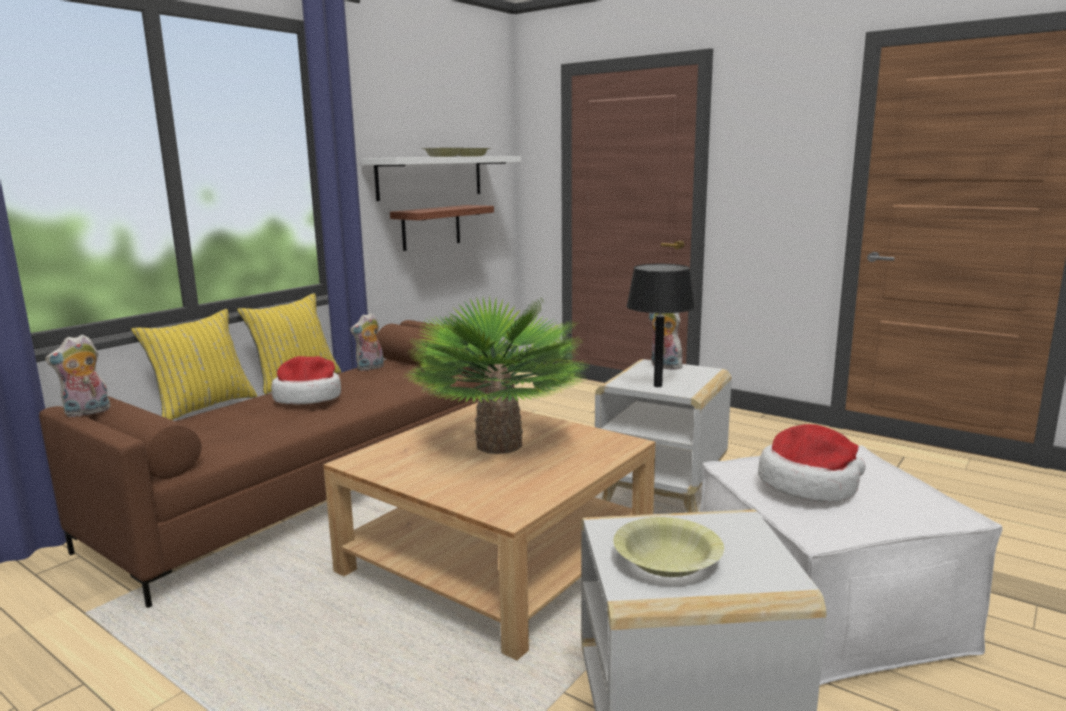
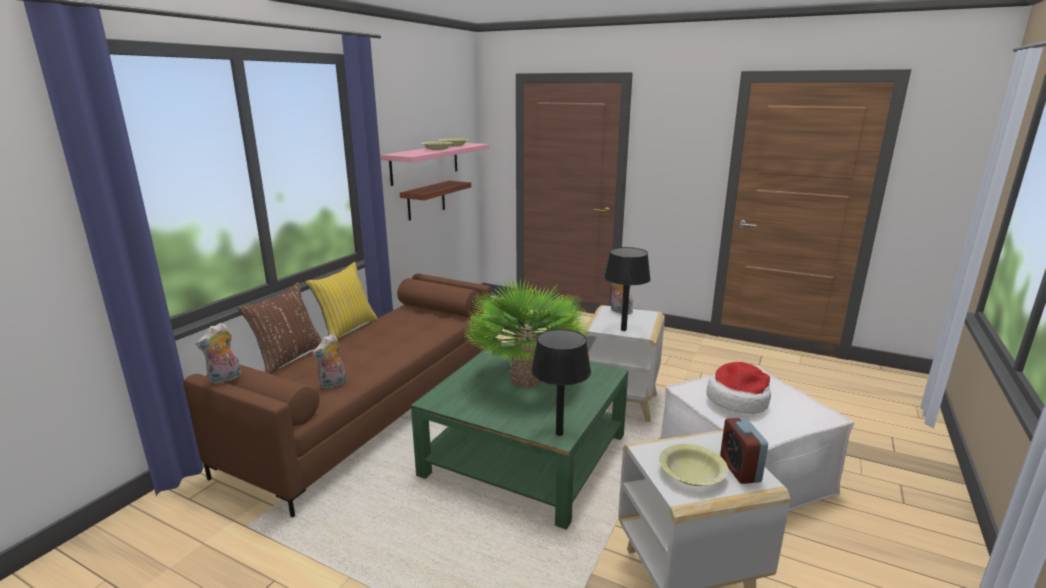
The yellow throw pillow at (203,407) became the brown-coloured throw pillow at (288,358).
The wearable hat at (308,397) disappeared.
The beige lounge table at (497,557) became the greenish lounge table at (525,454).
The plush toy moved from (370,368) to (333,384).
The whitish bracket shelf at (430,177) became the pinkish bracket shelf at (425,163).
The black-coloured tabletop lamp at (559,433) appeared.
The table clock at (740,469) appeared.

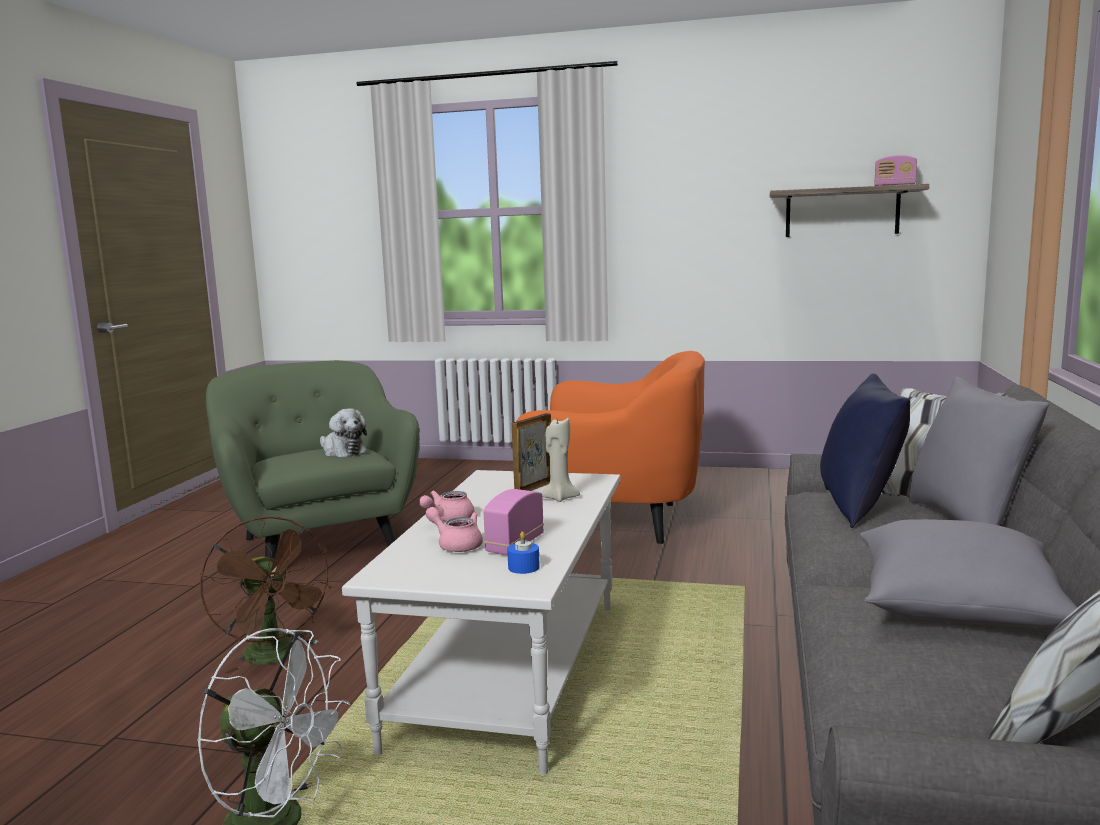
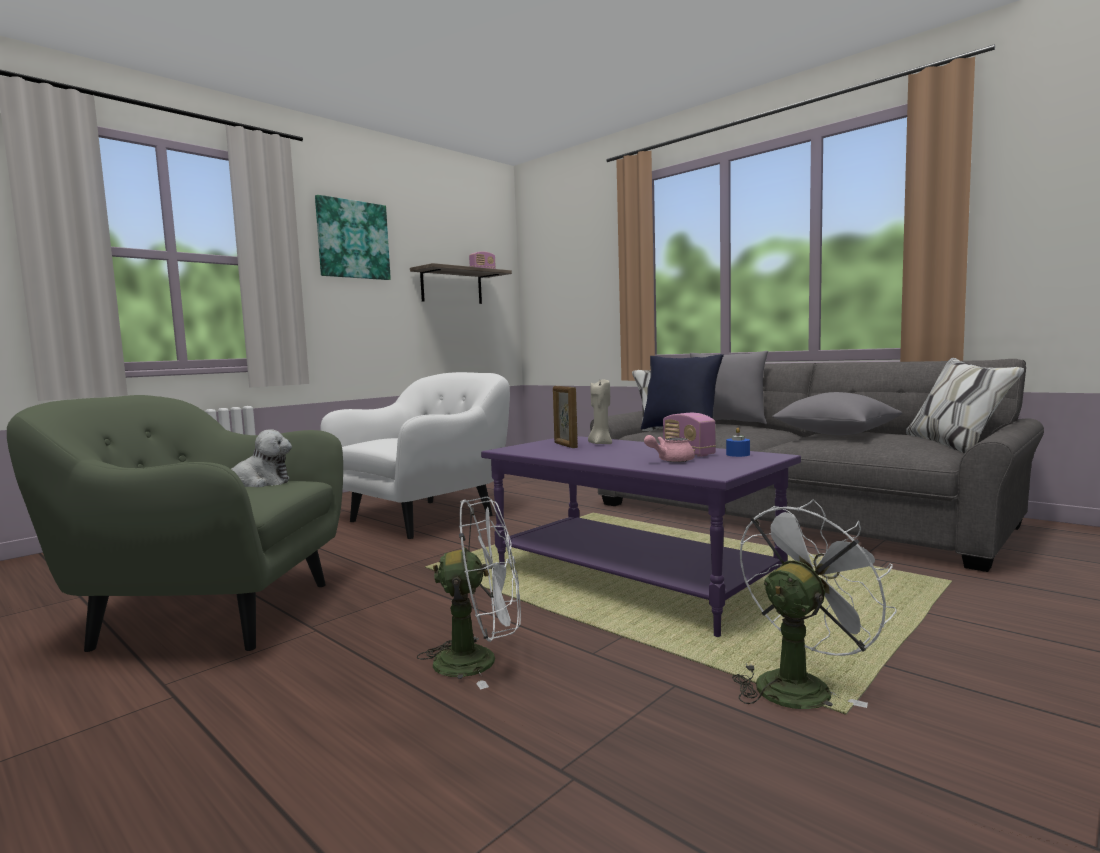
The brown-coloured fan at (277,657) became the whitish fan at (480,661).
The whitish lounge table at (513,673) became the purple-coloured lounge table at (634,580).
The pinkish teapot at (448,519) disappeared.
The orange-coloured easy chair at (615,520) became the whitish easy chair at (426,517).
The picture at (352,240) appeared.

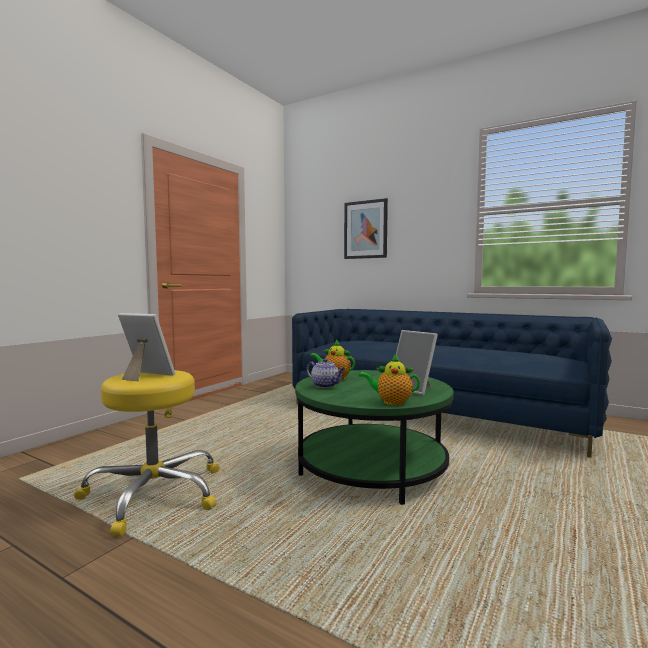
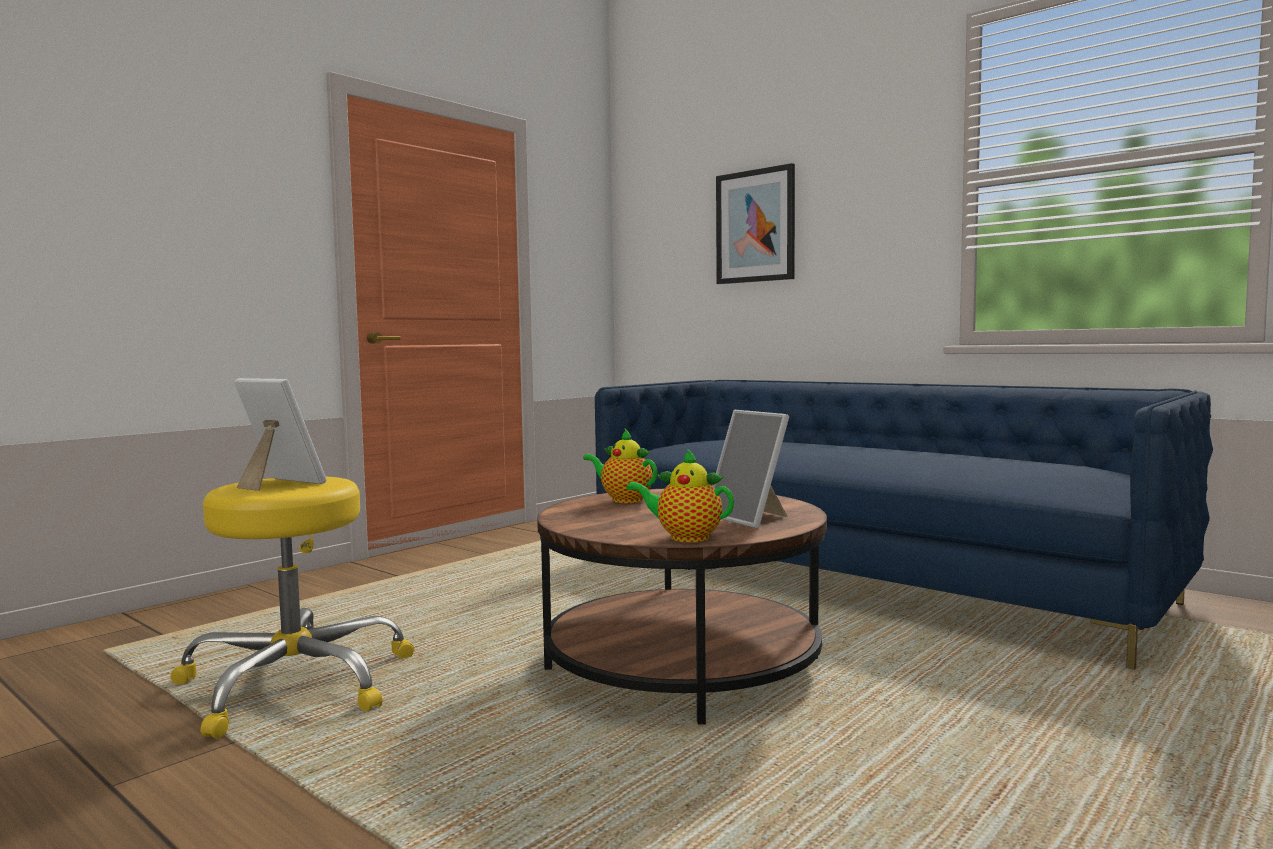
The greenish lounge table at (372,468) became the brown-coloured lounge table at (682,665).
The teapot at (326,385) disappeared.

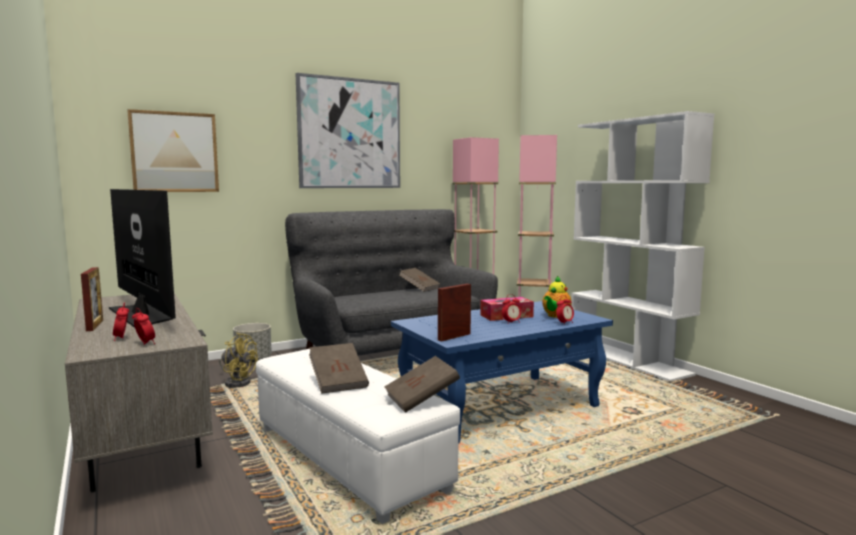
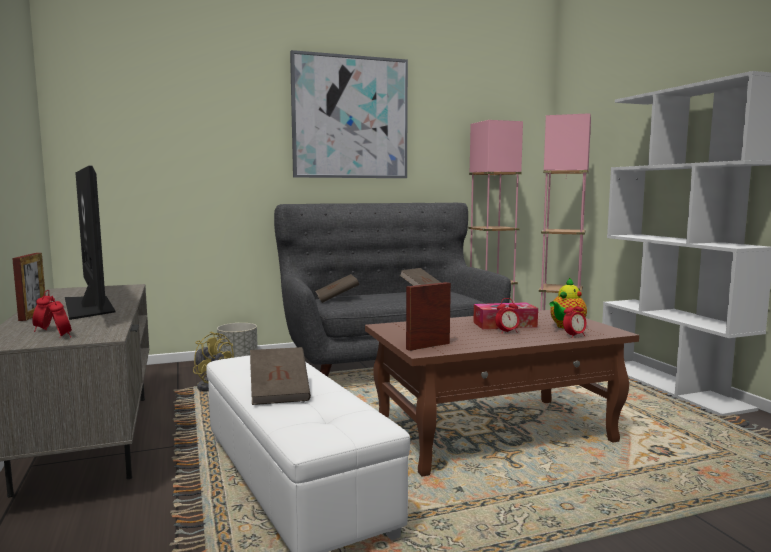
The picture at (174,152) disappeared.
The brown-coloured book moved from (421,399) to (337,299).
The blue-coloured lounge table at (501,406) became the brown-coloured lounge table at (495,433).

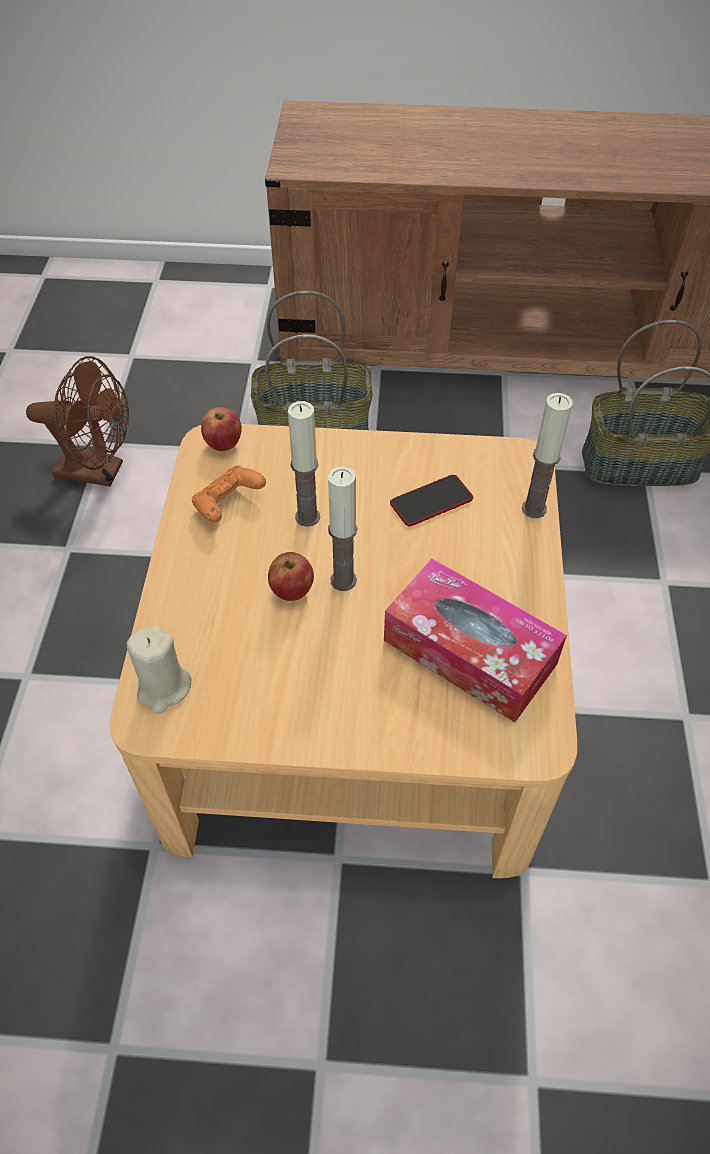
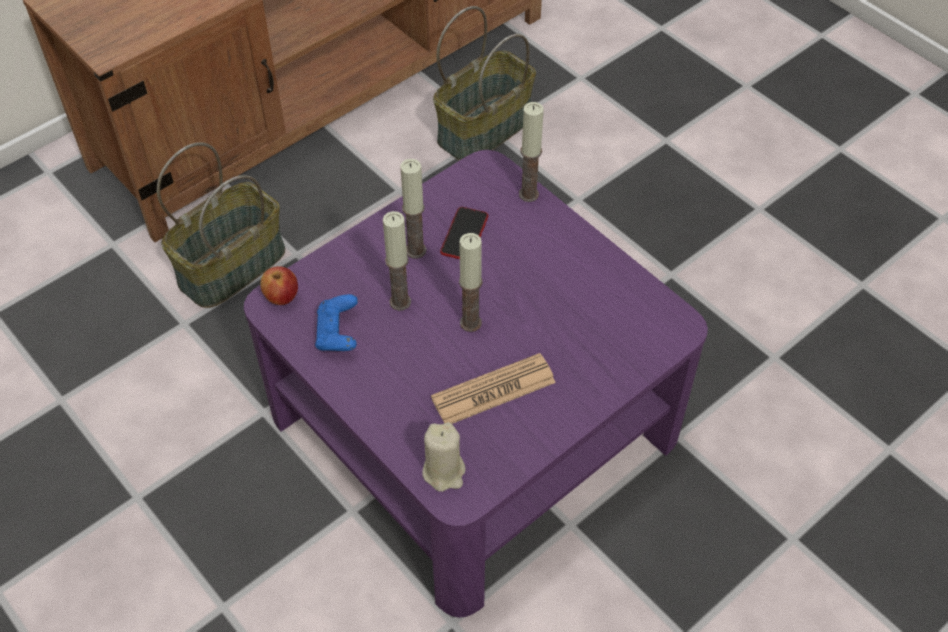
The brown-coloured fan at (99,471) disappeared.
The beige lounge table at (352,701) became the purple-coloured lounge table at (473,426).
The orange-coloured gamepad at (228,504) became the blue-coloured gamepad at (338,334).
The whole apple at (292,590) disappeared.
The tissue box at (469,652) disappeared.
The wax light at (416,250) appeared.
The newspaper at (493,390) appeared.

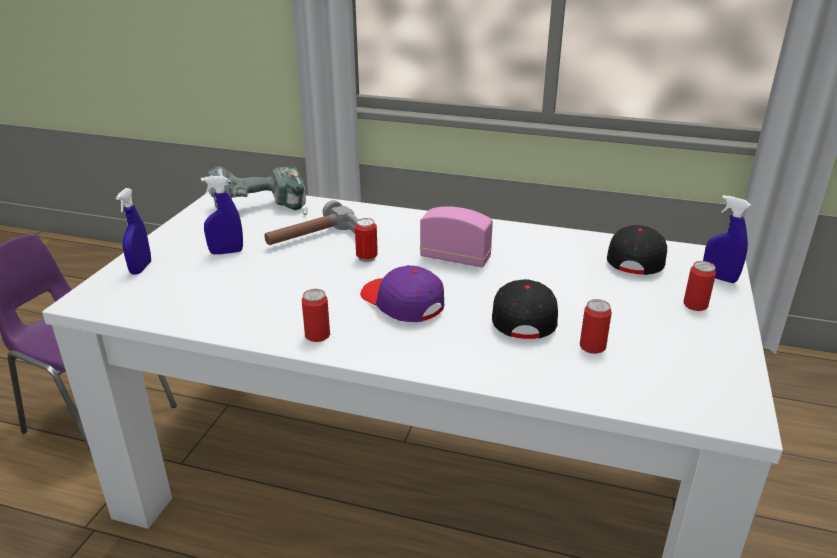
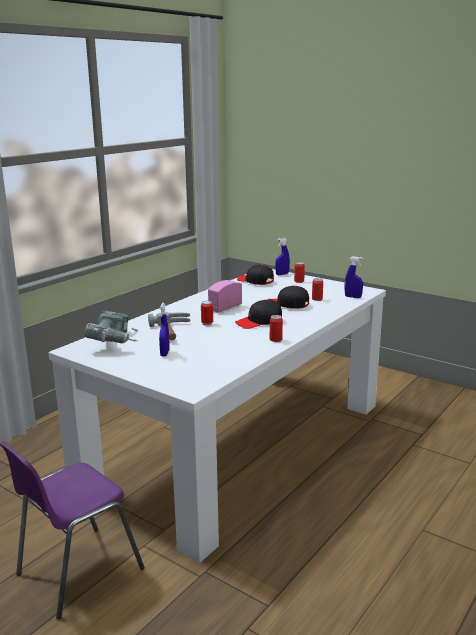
The blue-coloured spray bottle moved from (141,268) to (353,297).
The purple-coloured baseball cap at (402,303) became the black-coloured baseball cap at (259,322).

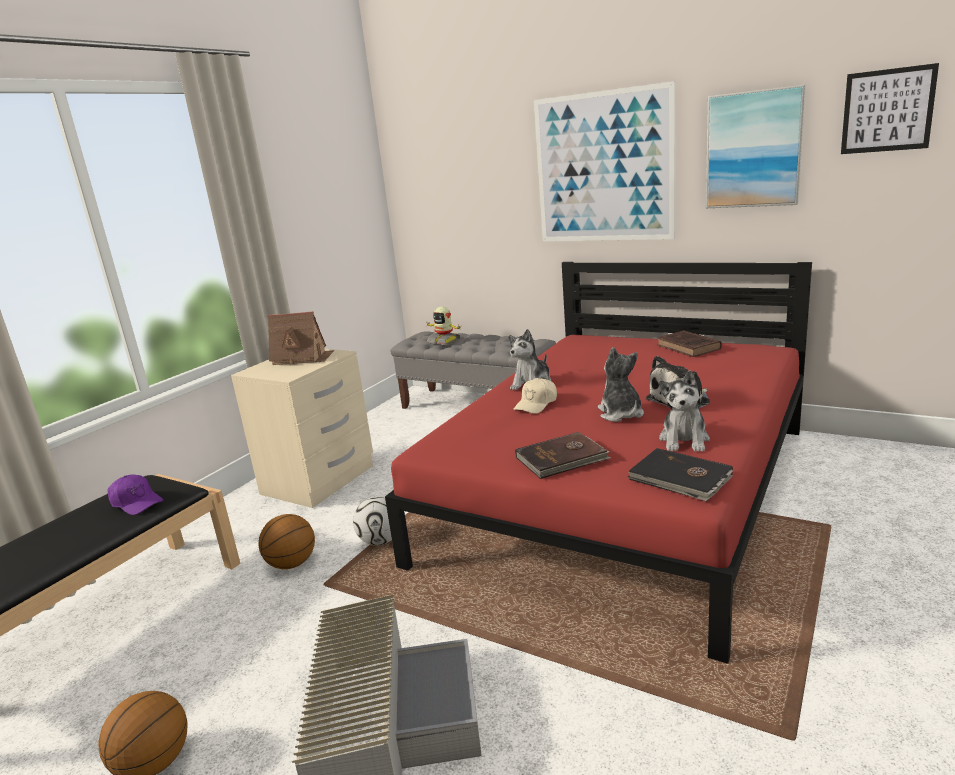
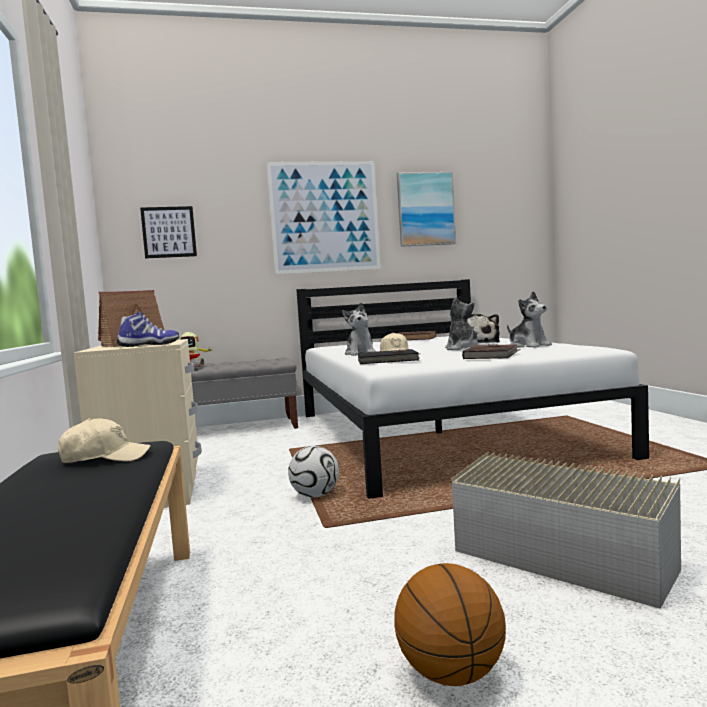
The purple-coloured baseball cap at (136,502) became the beige baseball cap at (105,458).
The basketball ball at (291,564) disappeared.
The red-coloured bed at (624,492) became the whitish bed at (438,433).
The plush toy at (620,414) turned 45 degrees clockwise.
The black-coloured book moved from (680,478) to (388,360).
The picture moved from (887,110) to (169,232).
The item of footwear at (149,345) appeared.

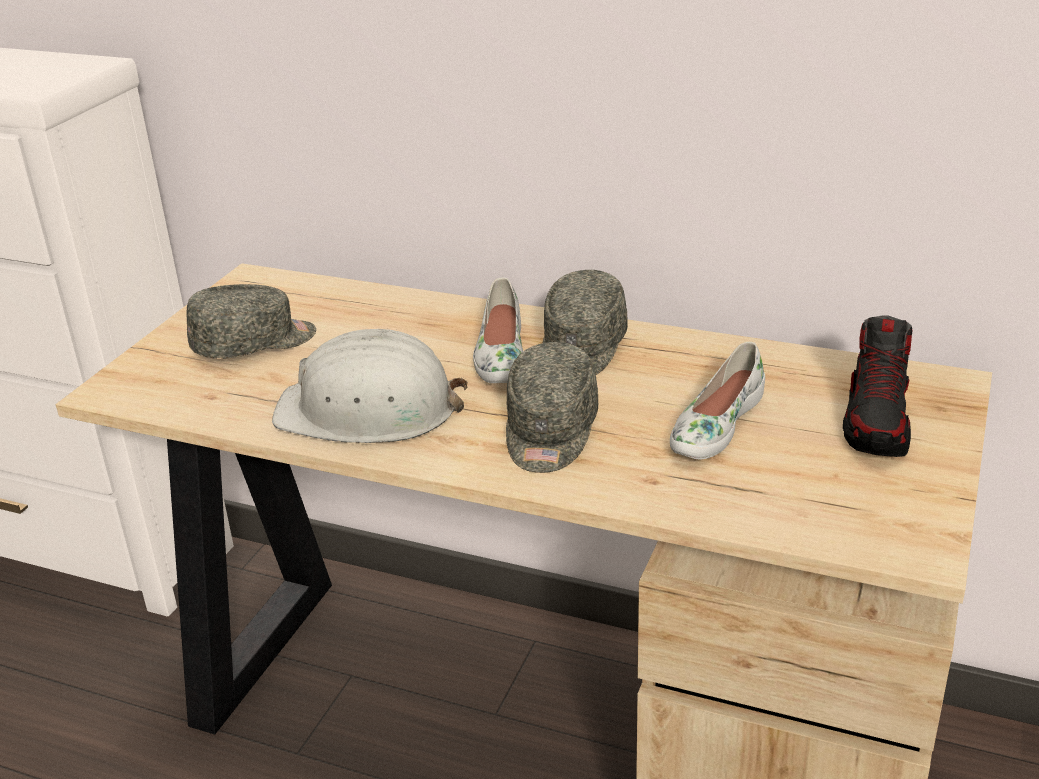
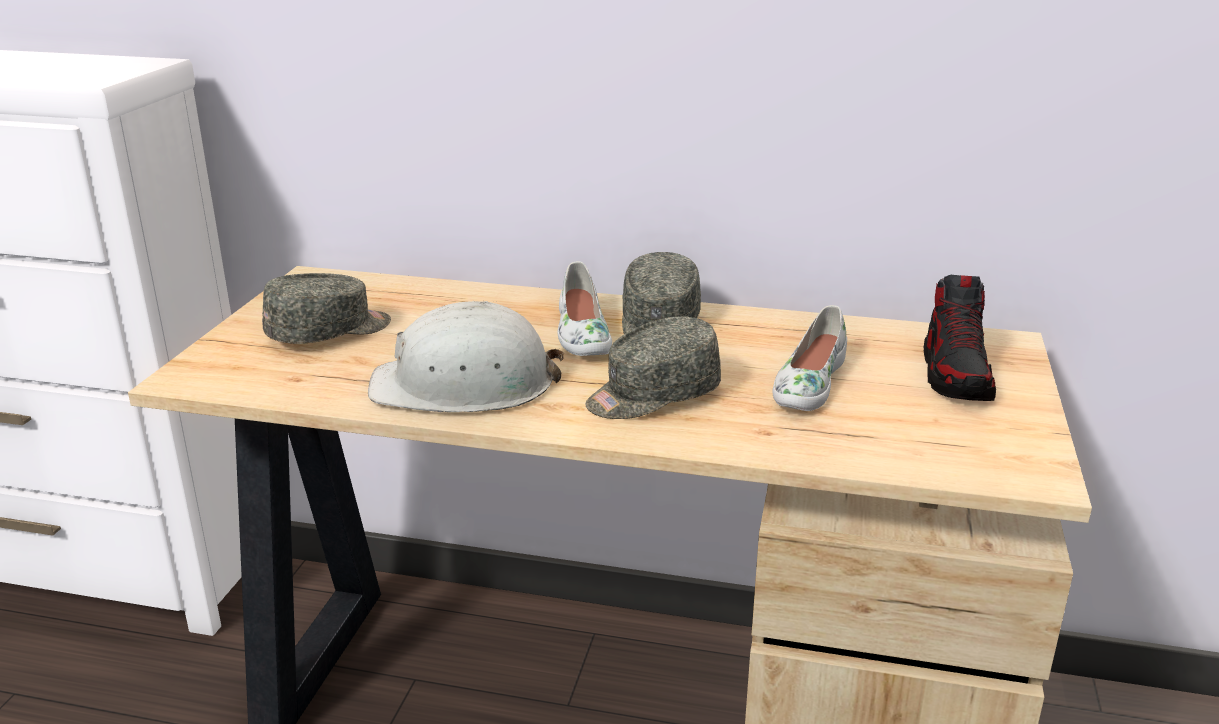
The grey baseball cap at (550,432) turned 60 degrees clockwise.

